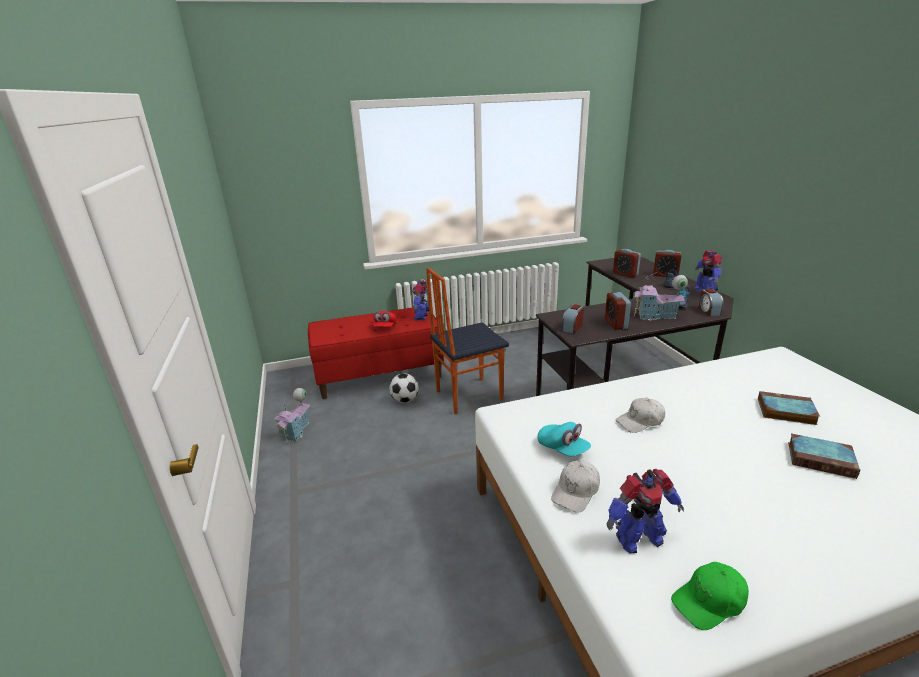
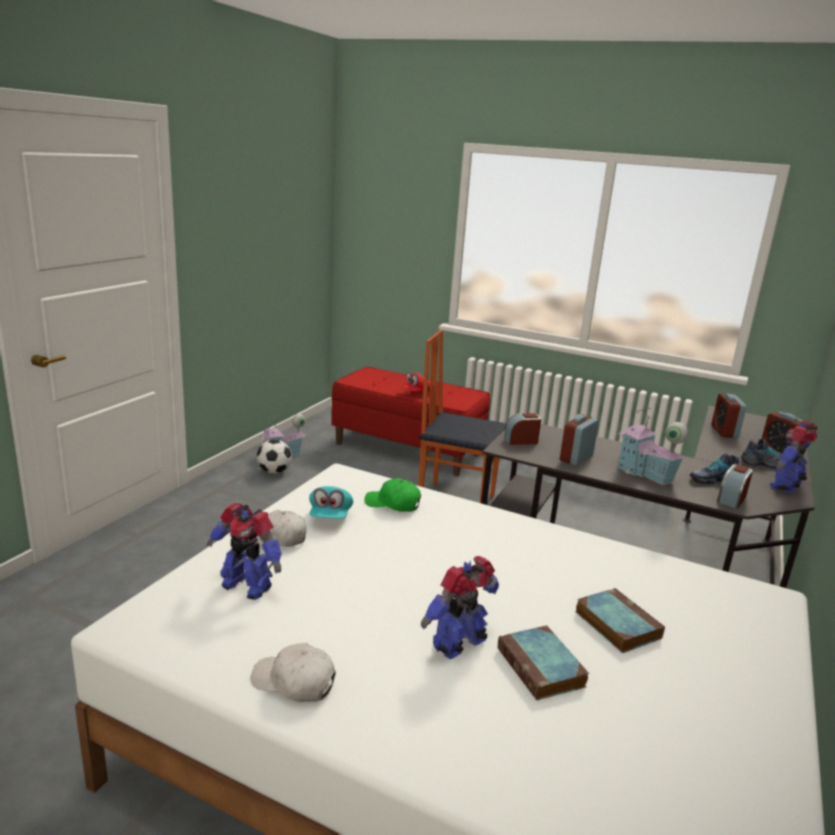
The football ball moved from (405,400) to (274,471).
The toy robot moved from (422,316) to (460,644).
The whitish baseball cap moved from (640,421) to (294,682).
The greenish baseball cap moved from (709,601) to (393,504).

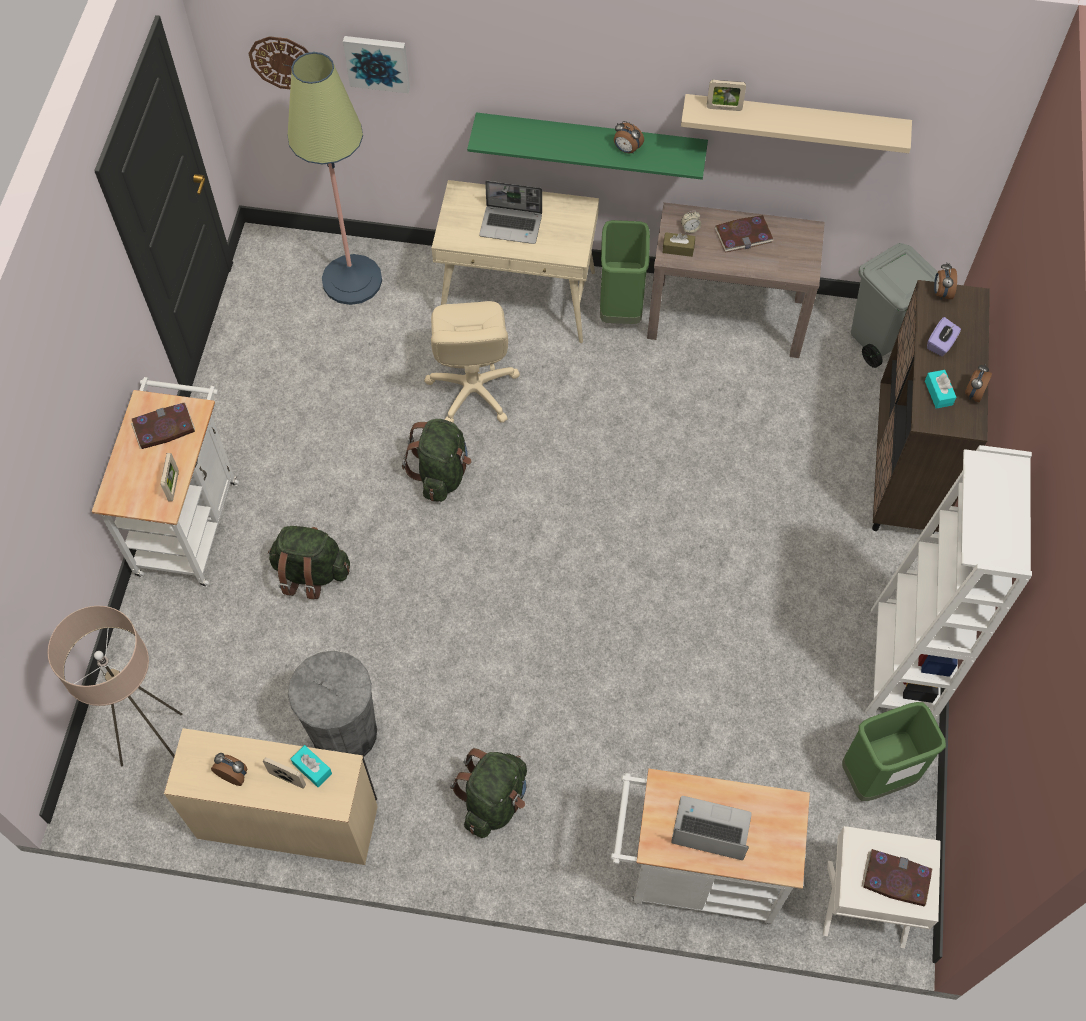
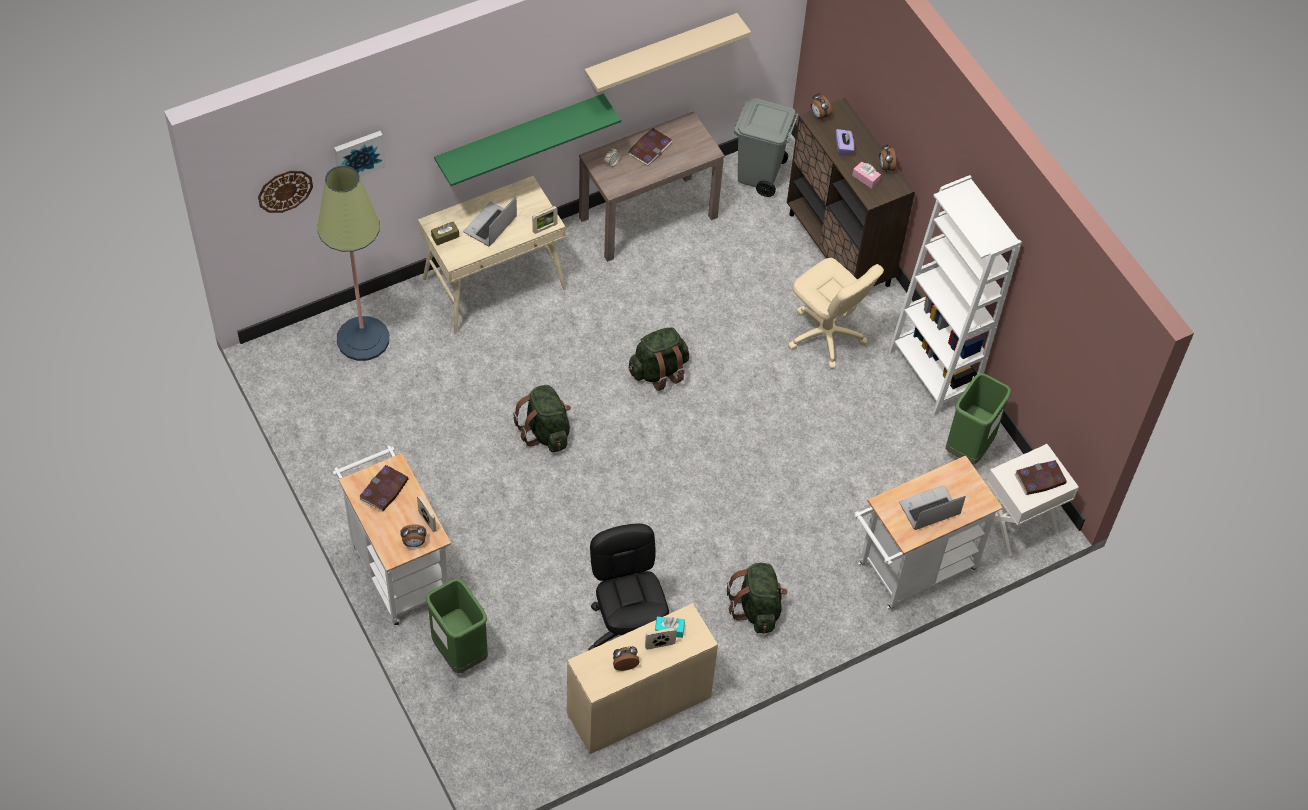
The beige floor lamp at (166,755) disappeared.
The greenish knapsack moved from (311,573) to (658,371).
The grey waste bin at (344,733) was replaced by the black-coloured computer chair at (627,630).
The beige computer chair moved from (472,390) to (826,336).
The notebook computer at (511,225) turned 150 degrees clockwise.
The greenish waste bin moved from (620,309) to (459,652).
The table clock moved from (626,149) to (414,543).
The brown-coloured tissue box moved from (678,248) to (445,236).
The picture frame moved from (724,108) to (545,228).
The blue-green tissue box at (938,393) became the pinkish tissue box at (866,178).

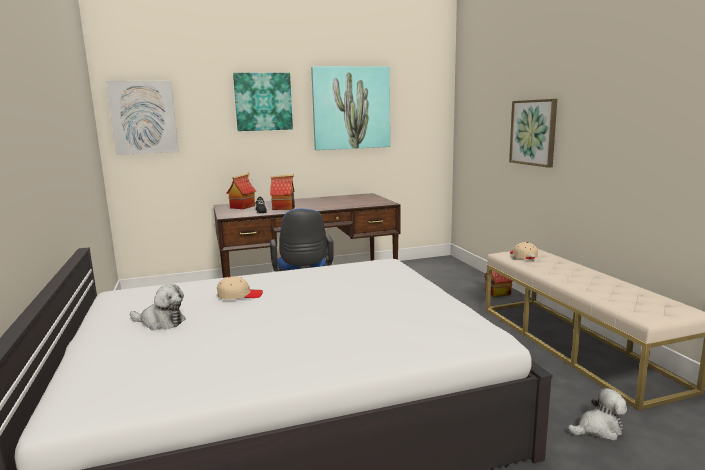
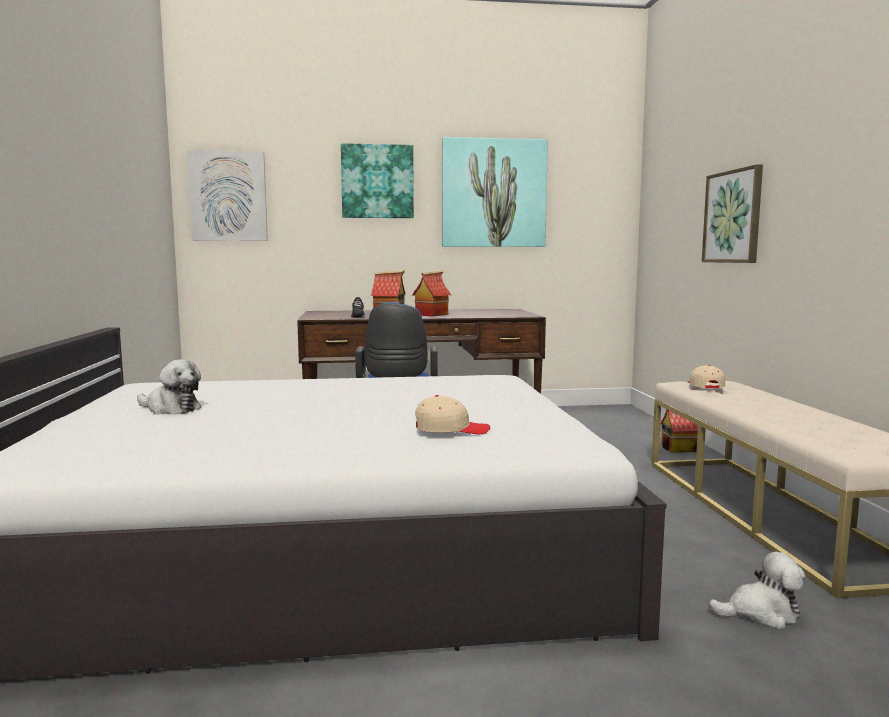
The beige baseball cap moved from (239,295) to (451,429).
The model house moved from (242,207) to (431,314).

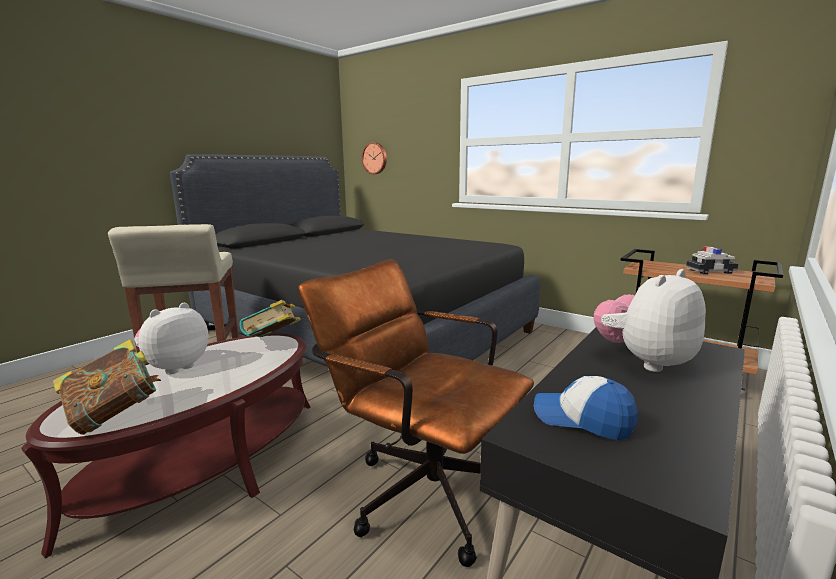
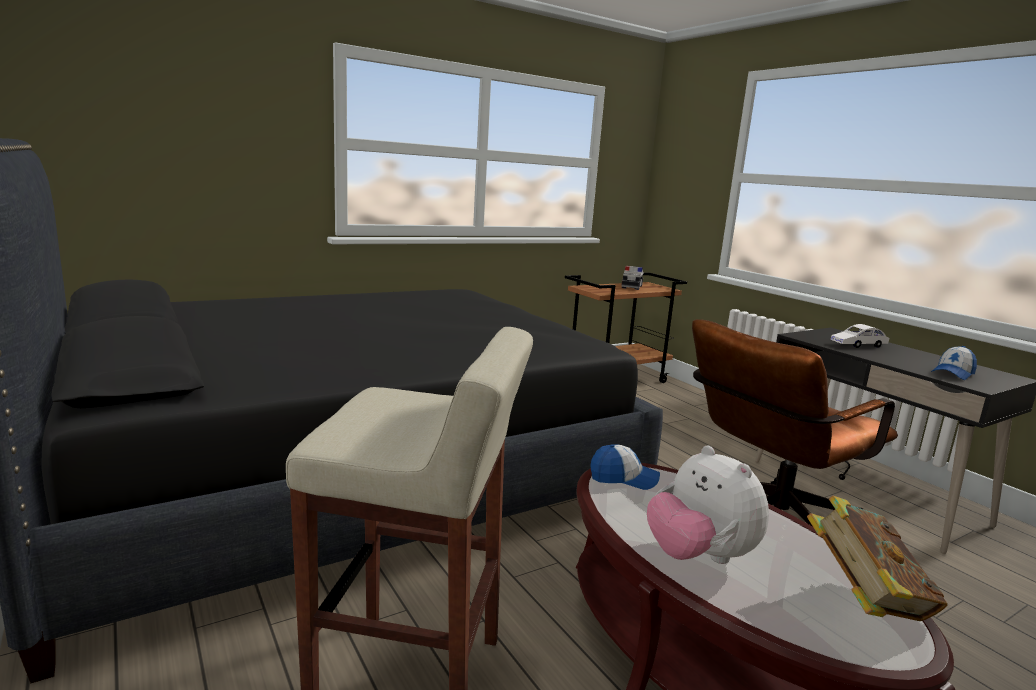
The book at (273,342) was replaced by the baseball cap at (623,478).
The clock on the wall at (375,158) disappeared.
The plush toy at (644,361) was replaced by the whitish toy car at (858,345).

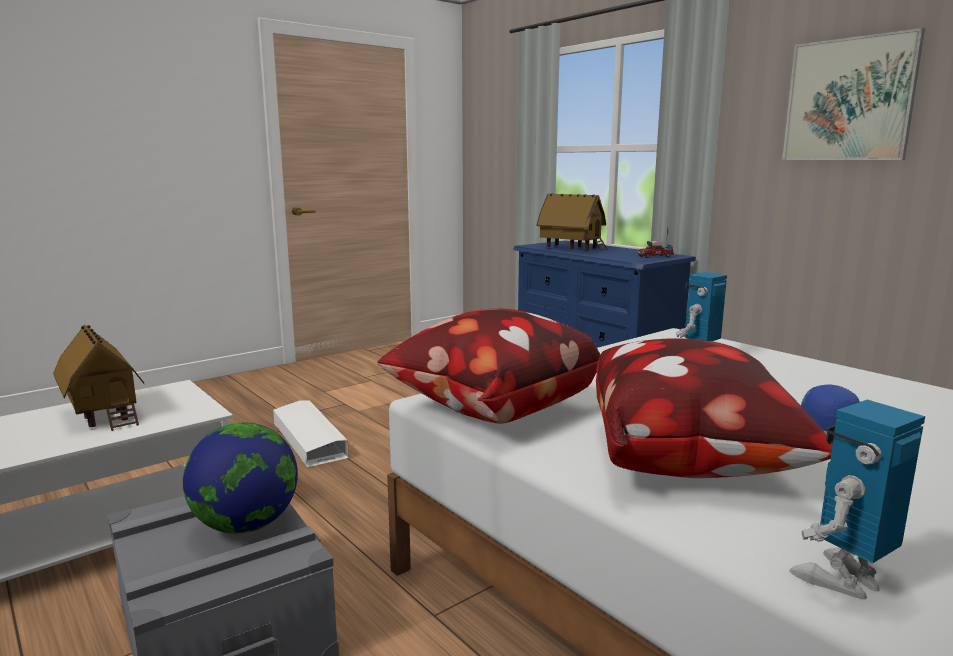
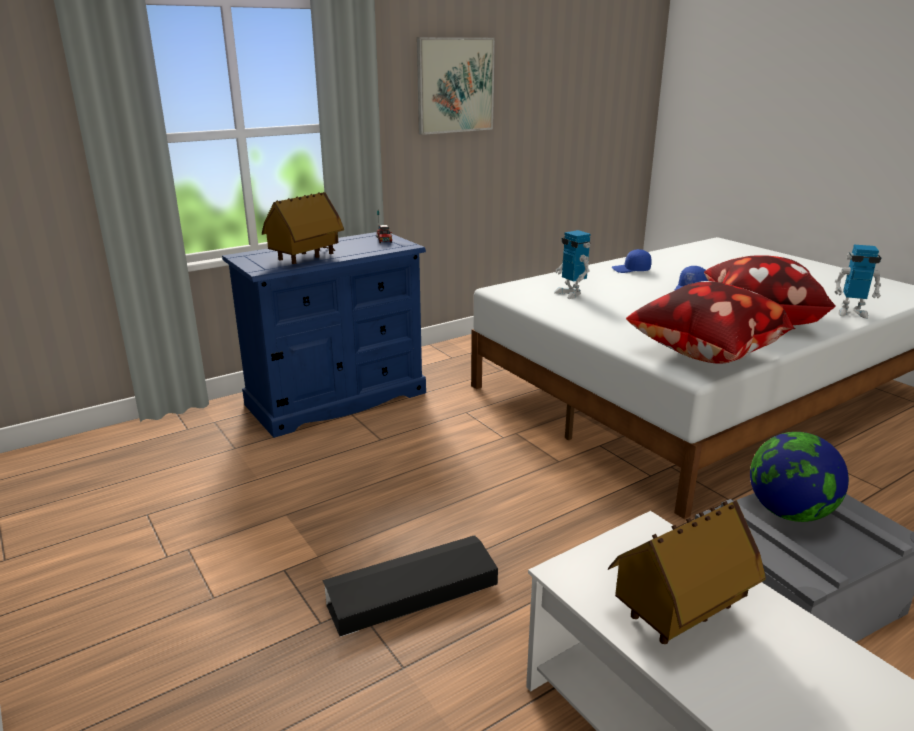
The whitish storage container at (309,439) became the black-coloured storage container at (411,592).
The toy robot at (843,580) turned 45 degrees counterclockwise.
The blue-coloured baseball cap at (631,270) appeared.

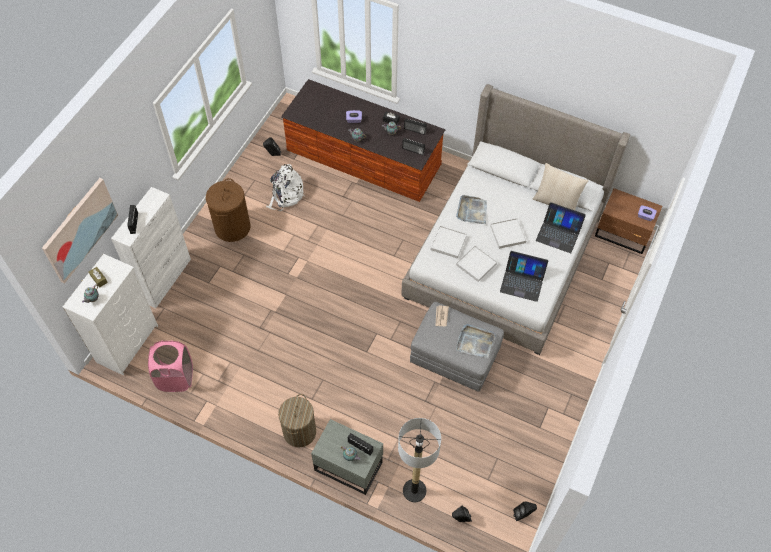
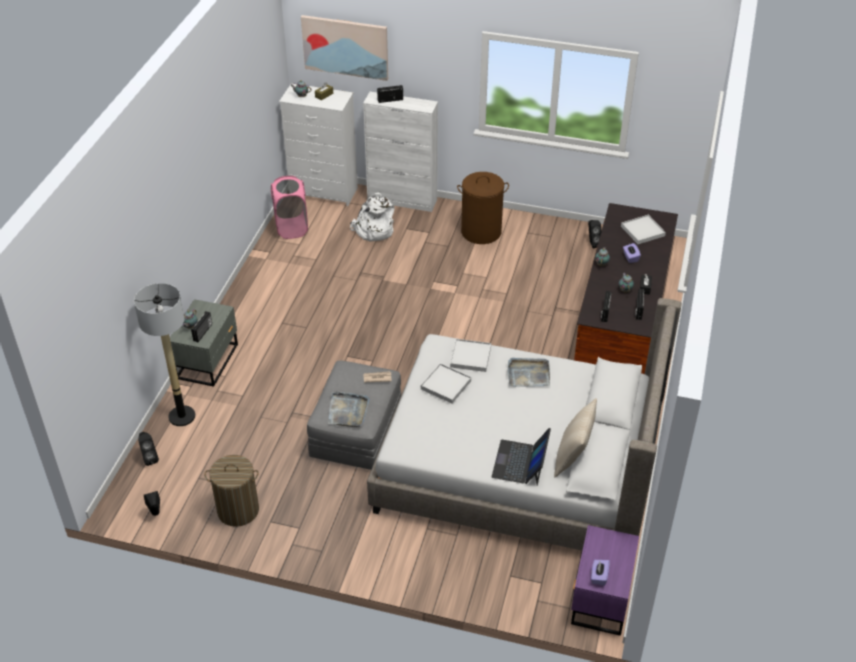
The whitish knapsack moved from (285,195) to (373,230).
The hamper moved from (299,432) to (238,510).
The whitish carrying tray moved from (507,234) to (642,231).
The notebook computer at (522,282) disappeared.
The brown-coloured bedside table at (623,234) became the purple-coloured bedside table at (599,599).

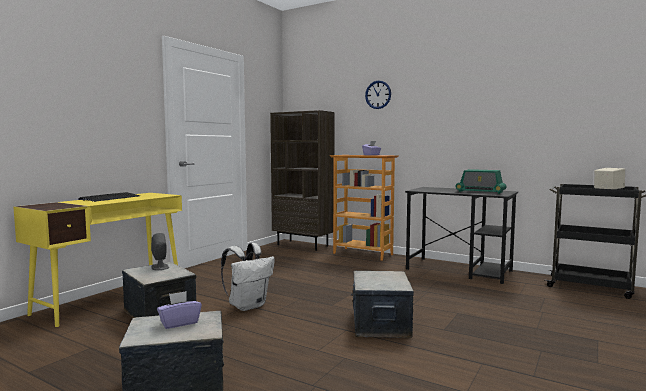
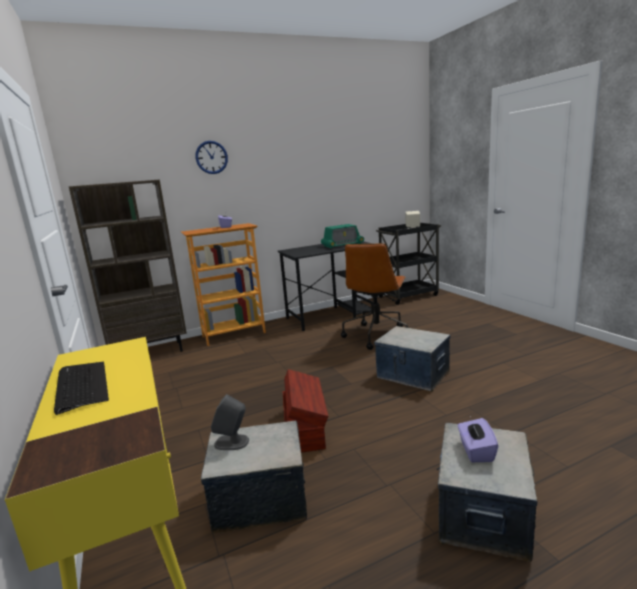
The whitish knapsack at (248,306) was replaced by the brown-coloured storage container at (305,427).
The brown-coloured computer chair at (376,335) appeared.

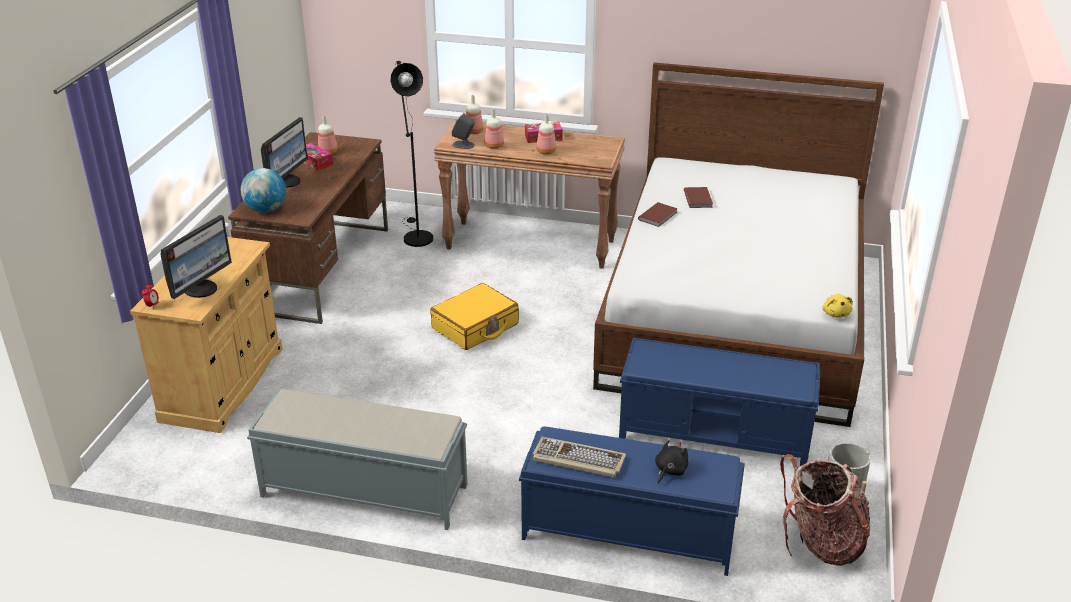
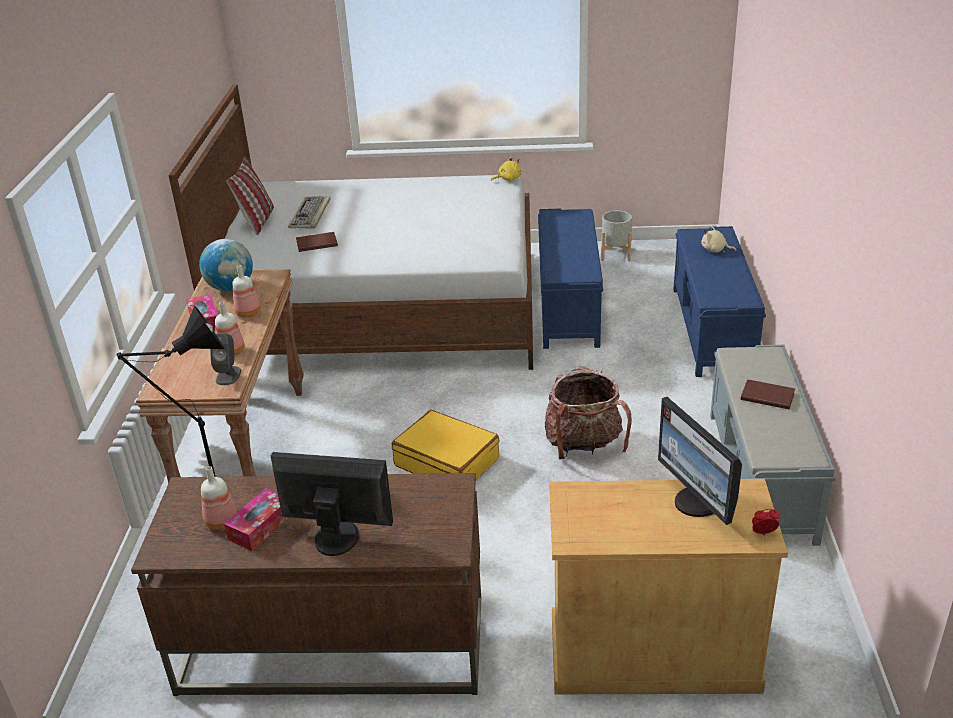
The computer screen at (201,289) turned 135 degrees counterclockwise.
The globe moved from (266,210) to (231,287).
The beverage bottle at (473,131) disappeared.
The PC keyboard moved from (577,460) to (310,215).
The brown-coloured book moved from (659,216) to (767,395).
The black-coloured plush toy at (669,471) became the beige plush toy at (715,250).
The knapsack moved from (821,543) to (584,446).
The throw pillow at (257,221) appeared.

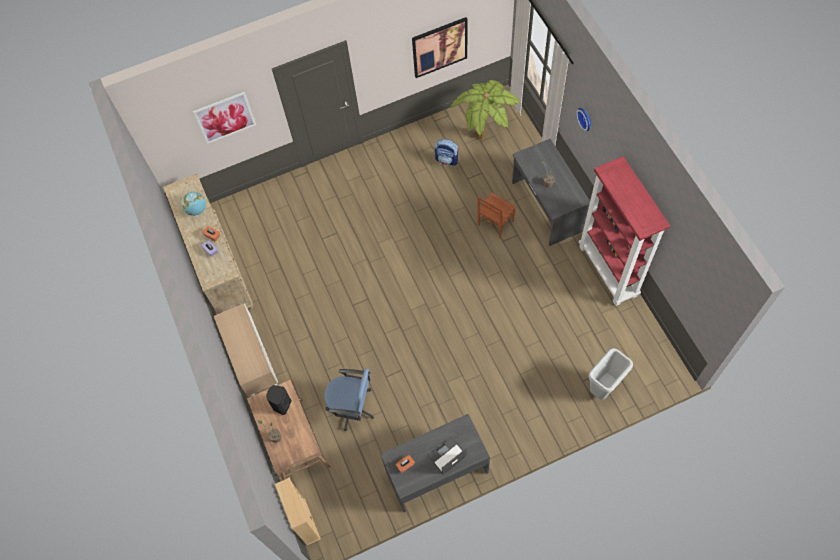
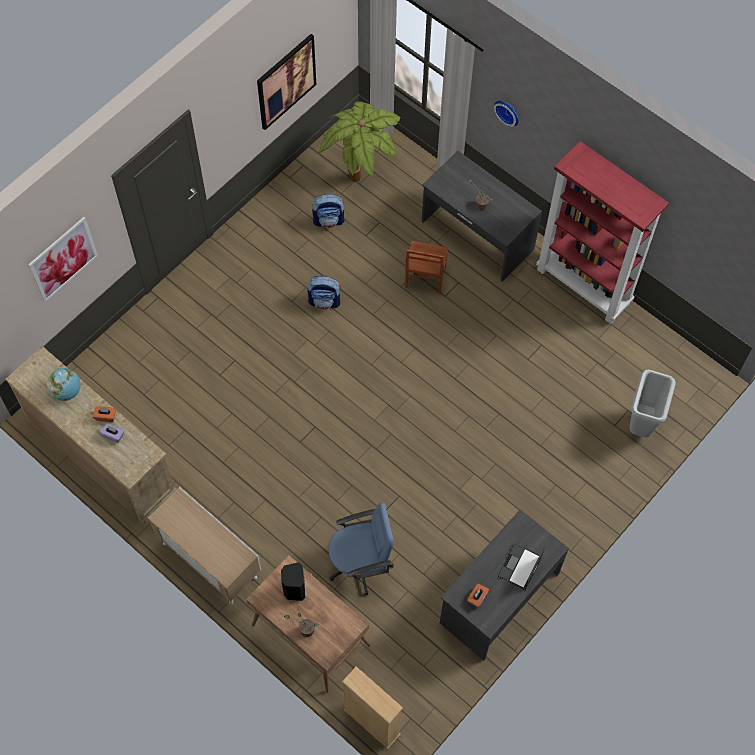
The knapsack at (325,301) appeared.

